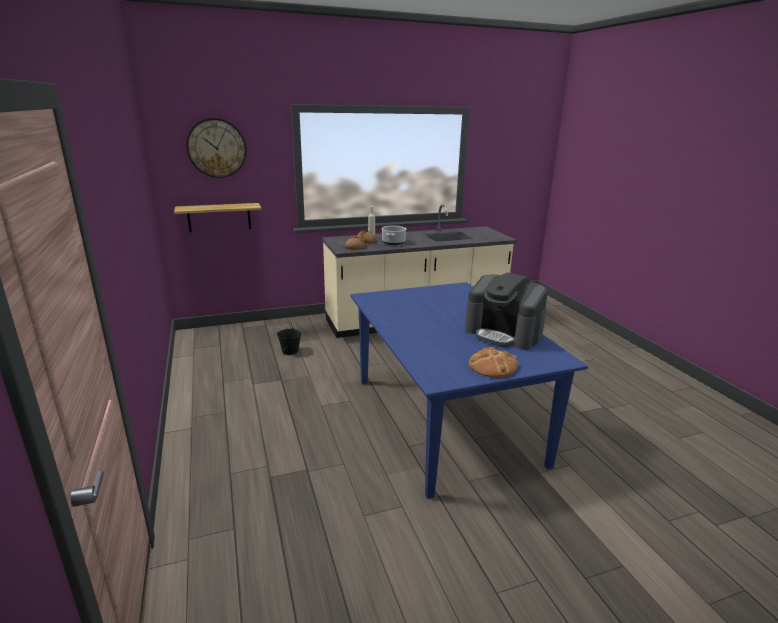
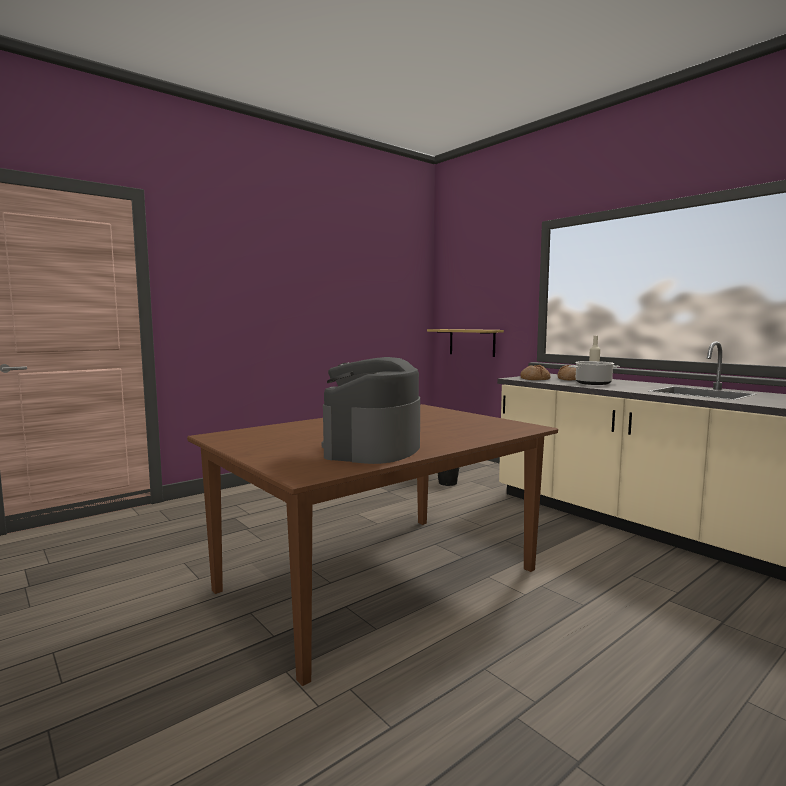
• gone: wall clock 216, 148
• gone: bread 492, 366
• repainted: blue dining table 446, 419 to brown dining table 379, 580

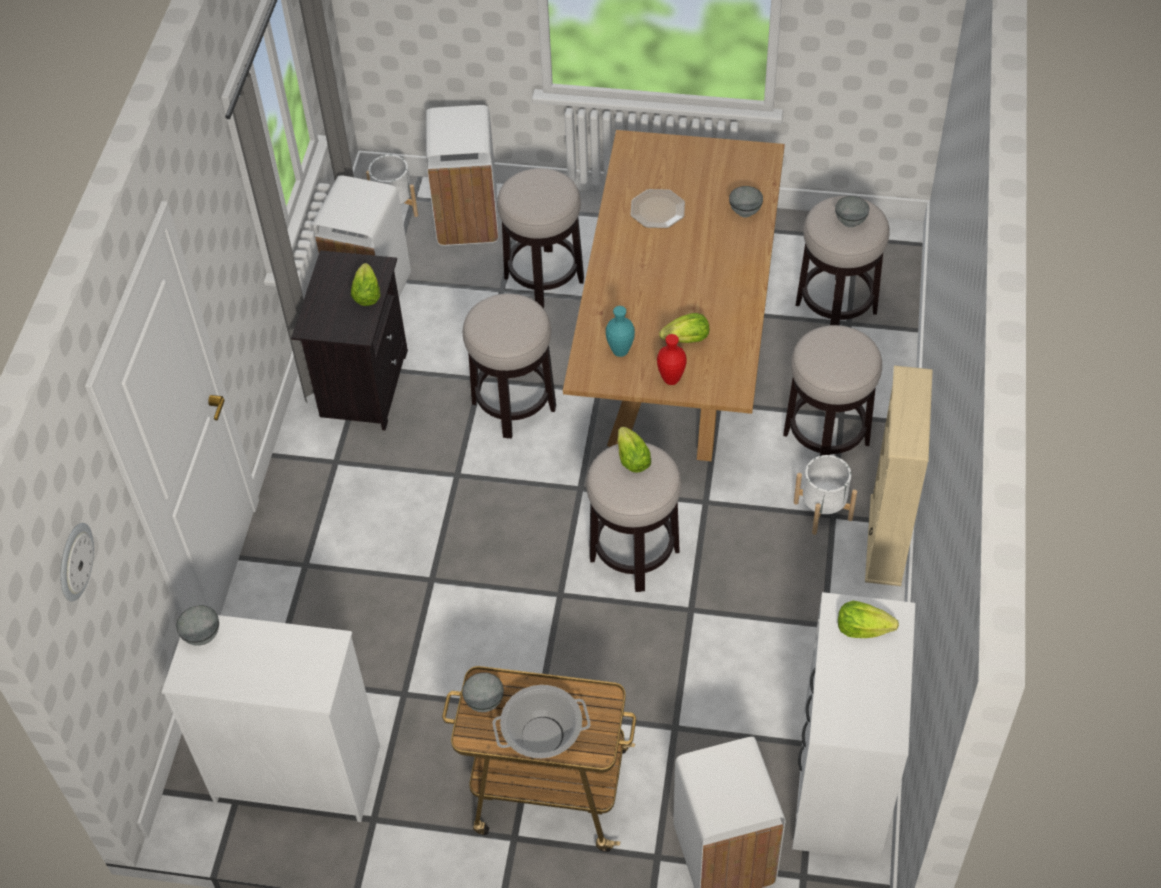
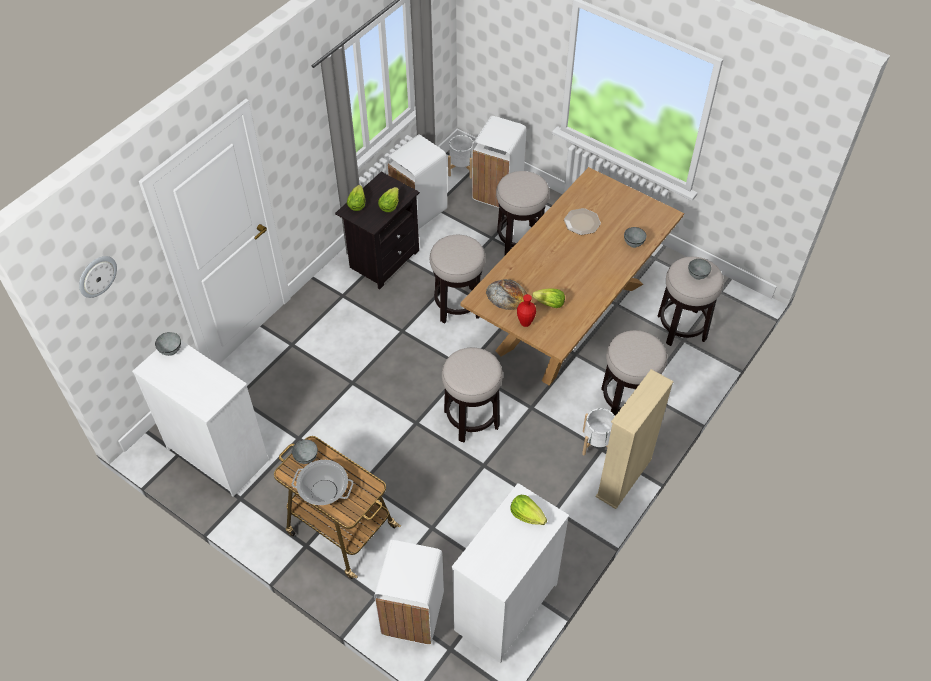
• shifted: lettuce 632, 460 to 357, 204
• swapped: turquoise vase 620, 351 to bread 507, 294

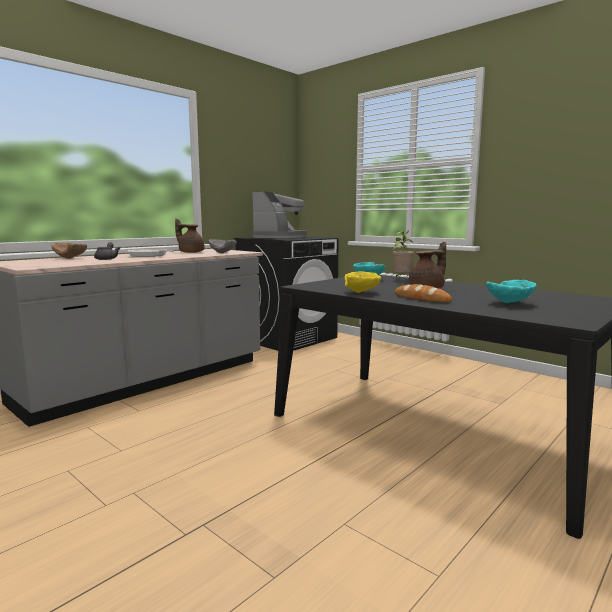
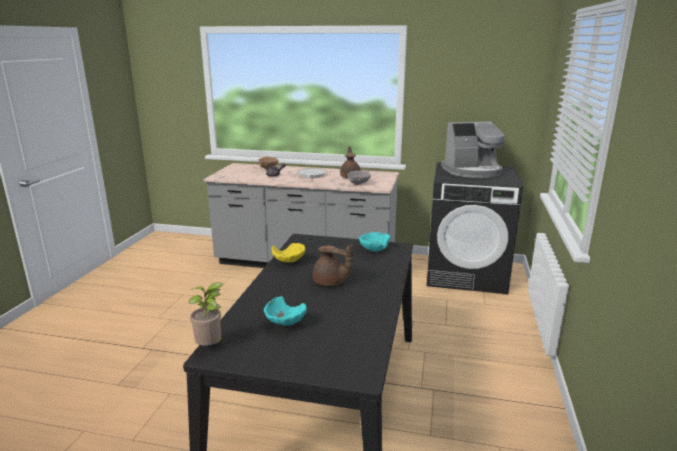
• gone: bread 421, 298
• shifted: potted plant 401, 279 to 211, 347

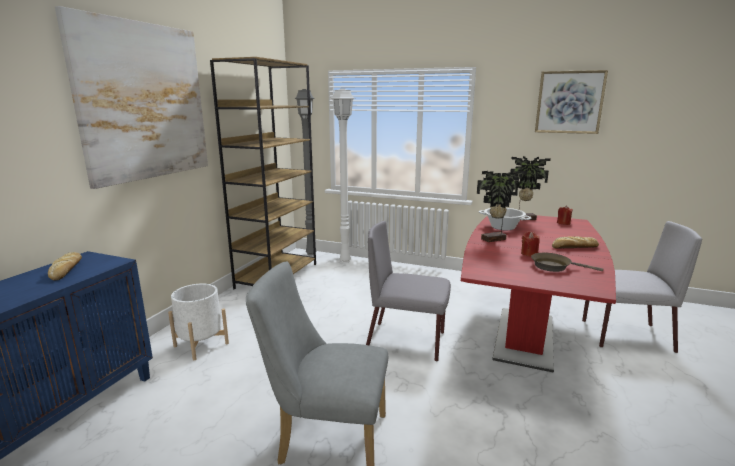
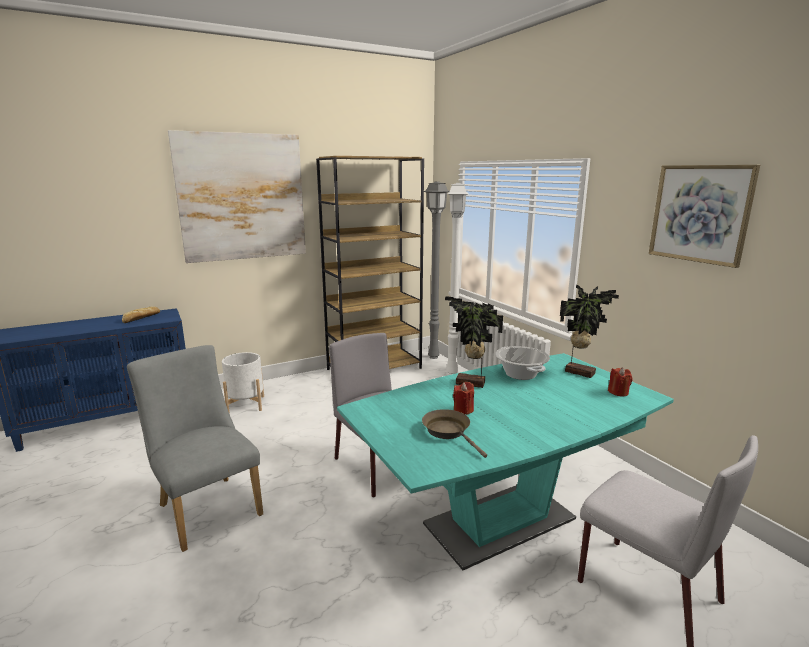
• gone: bread 574, 247
• repainted: red dining table 524, 337 to turquoise dining table 500, 522

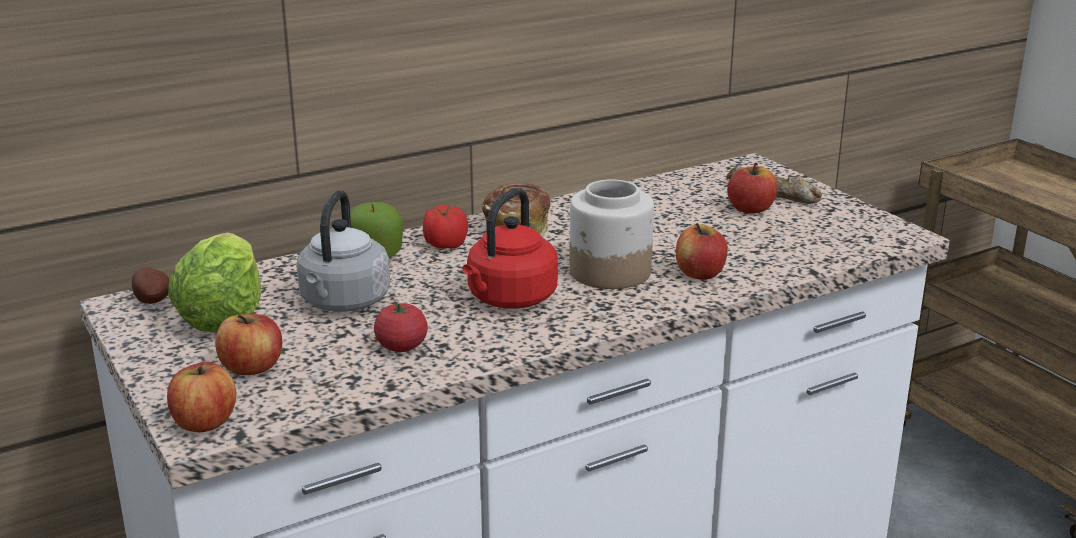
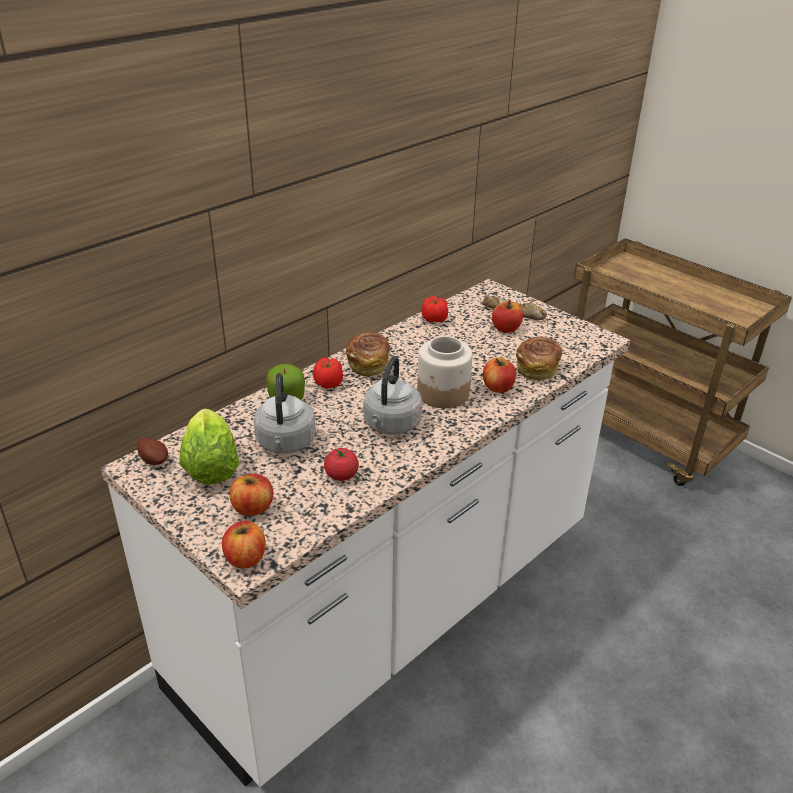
• new: tomato 434, 319
• new: bread 537, 368
• repainted: red kettle 509, 299 to grey kettle 391, 425

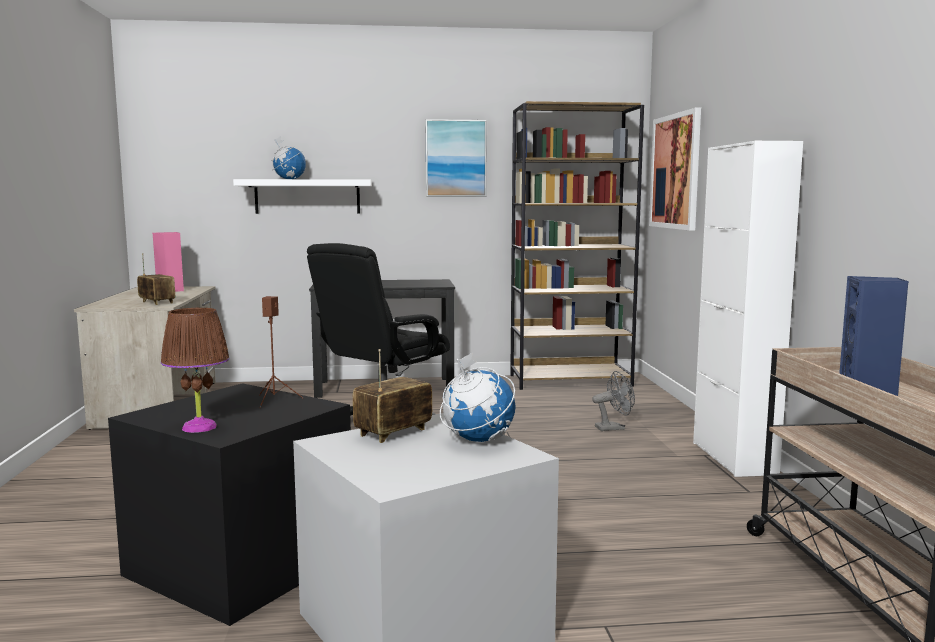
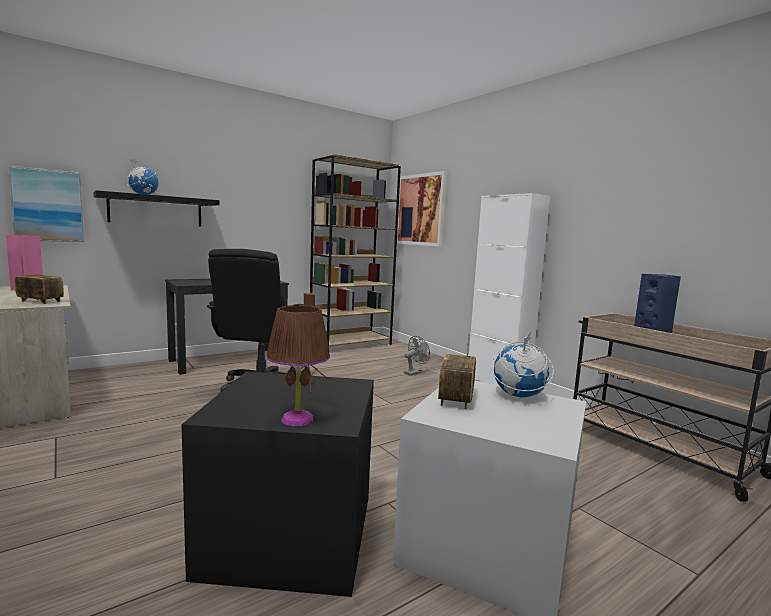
• shifted: picture 455, 158 to 48, 205
• repainted: white shelf 307, 197 to black shelf 156, 210

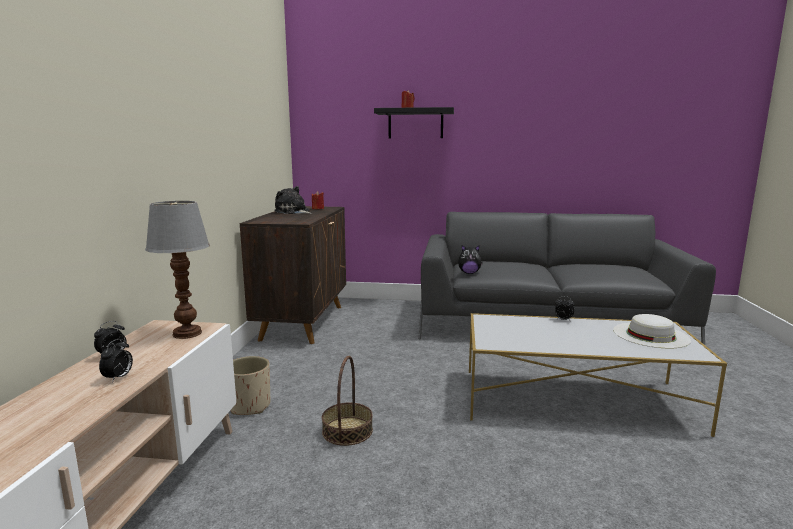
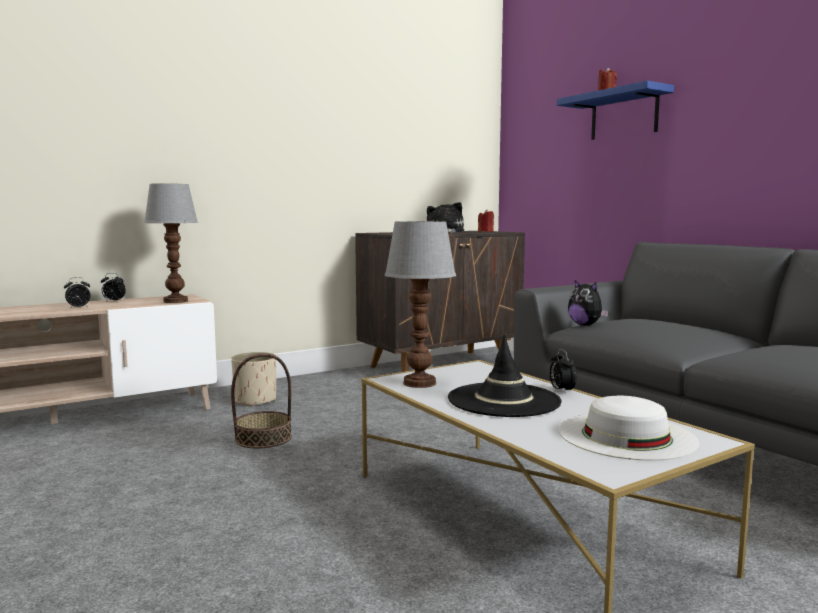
• new: table lamp 420, 383
• new: black hat 504, 400
• repainted: black shelf 415, 124 to blue shelf 624, 115

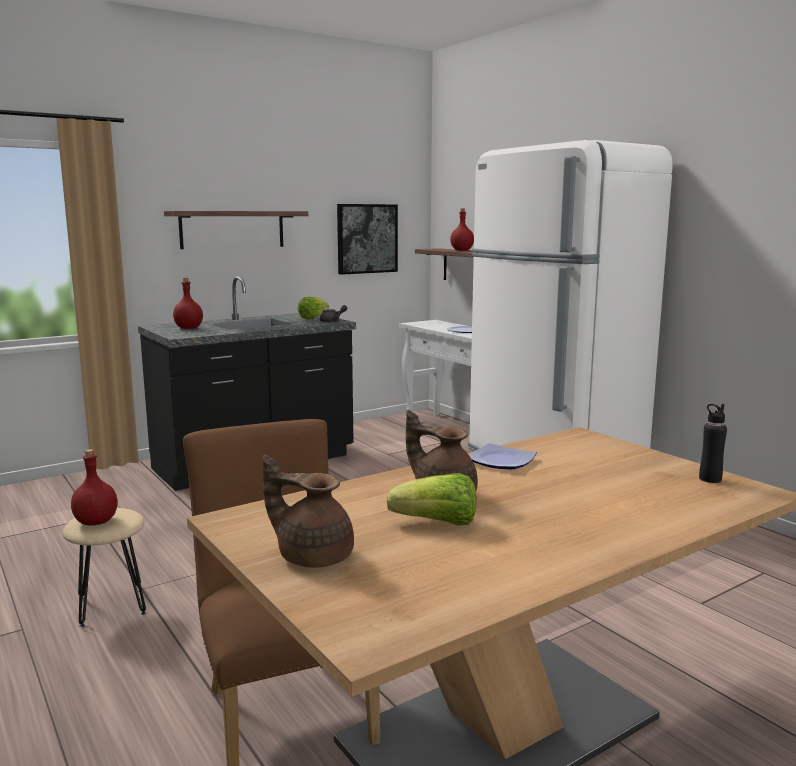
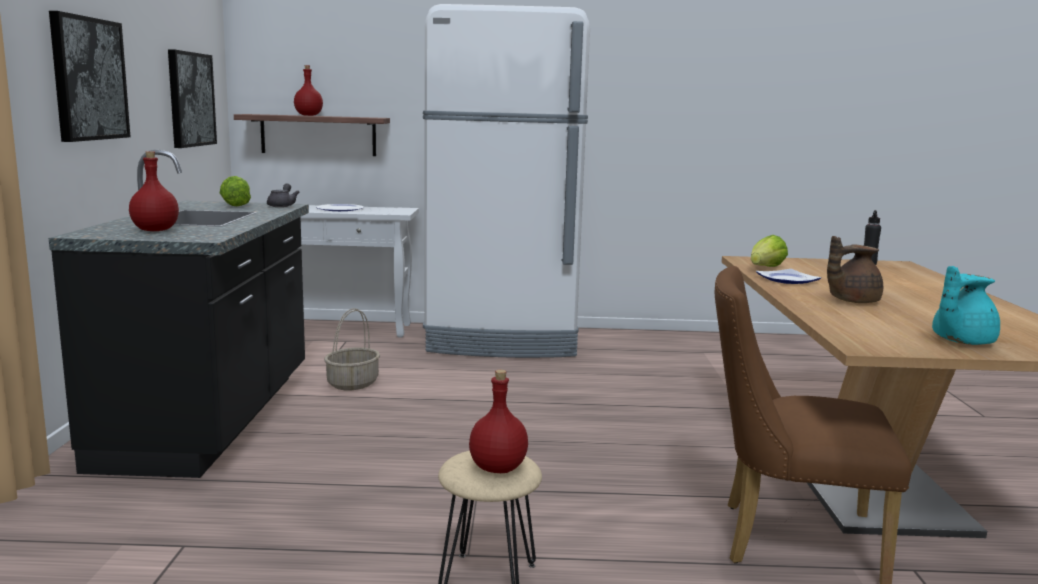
• new: basket 352, 383
• shifted: lettuce 437, 523 to 766, 268
• swapped: shelf 232, 229 to picture 88, 79
• repainted: brown teapot 313, 555 to turquoise teapot 960, 341

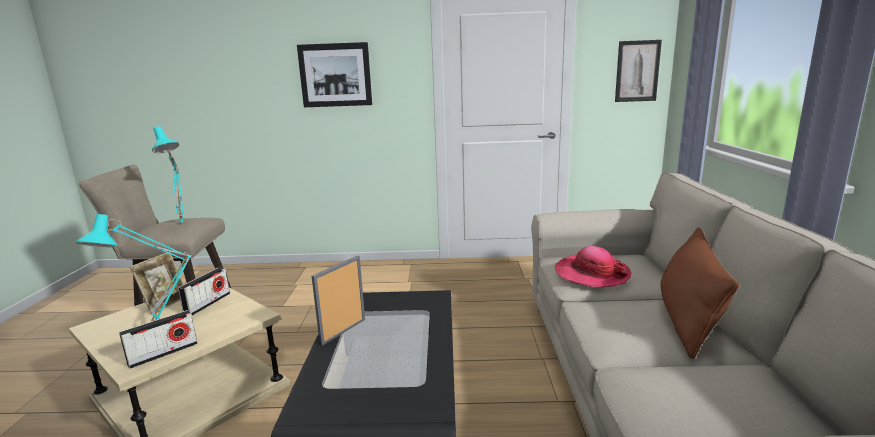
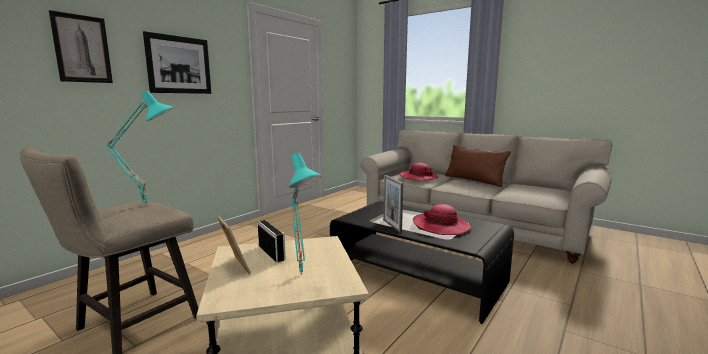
• gone: radio 163, 353
• new: hat 441, 226
• shifted: picture 637, 71 to 82, 49

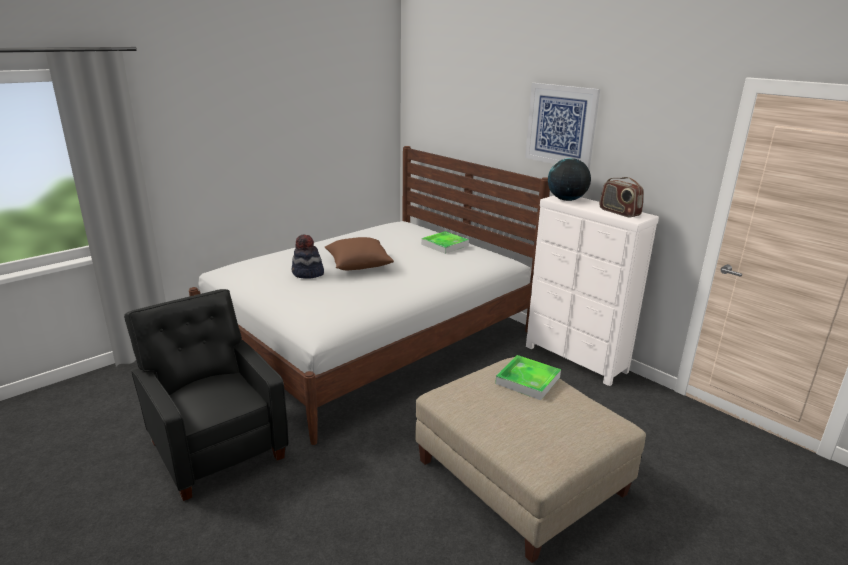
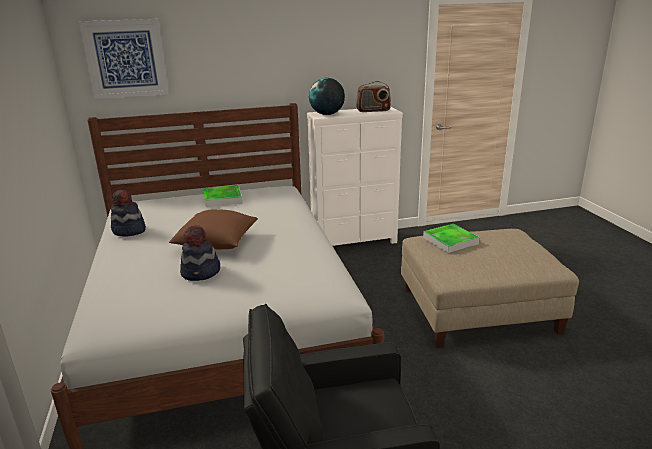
• new: hat 129, 231
• shifted: picture 561, 125 to 126, 59

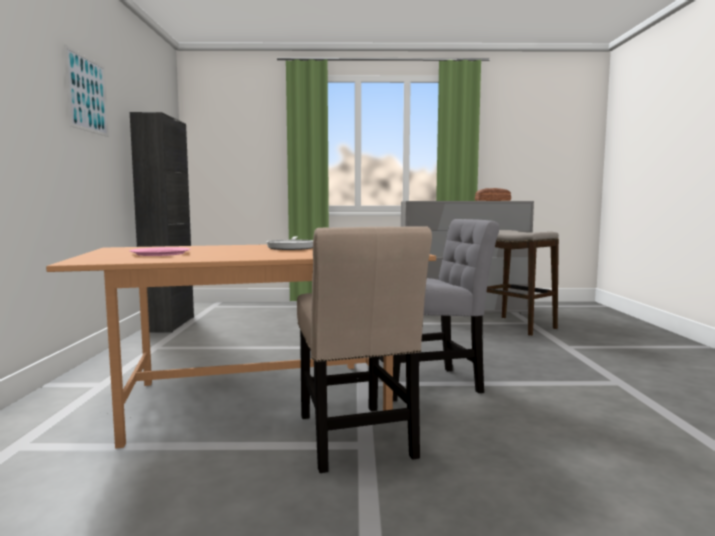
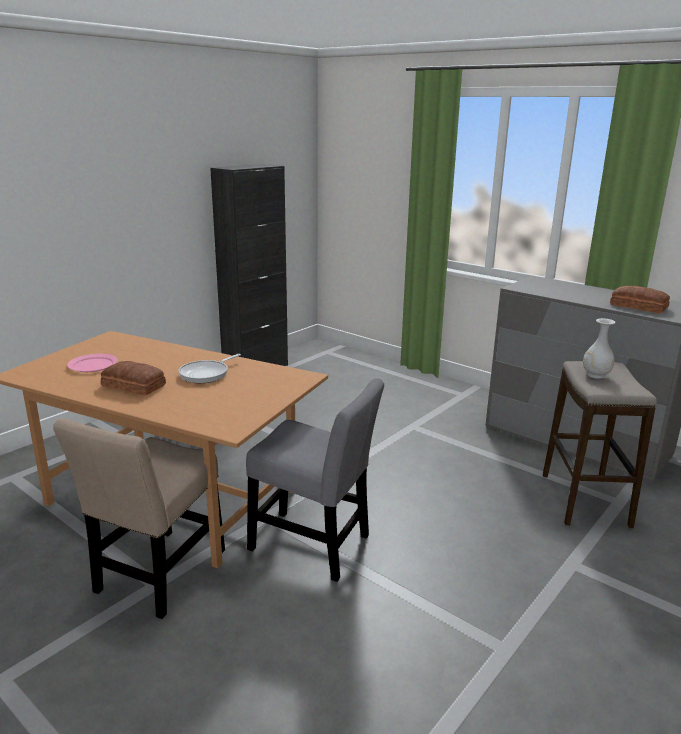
• gone: picture 87, 94
• new: bread 133, 386
• new: white vase 596, 375

